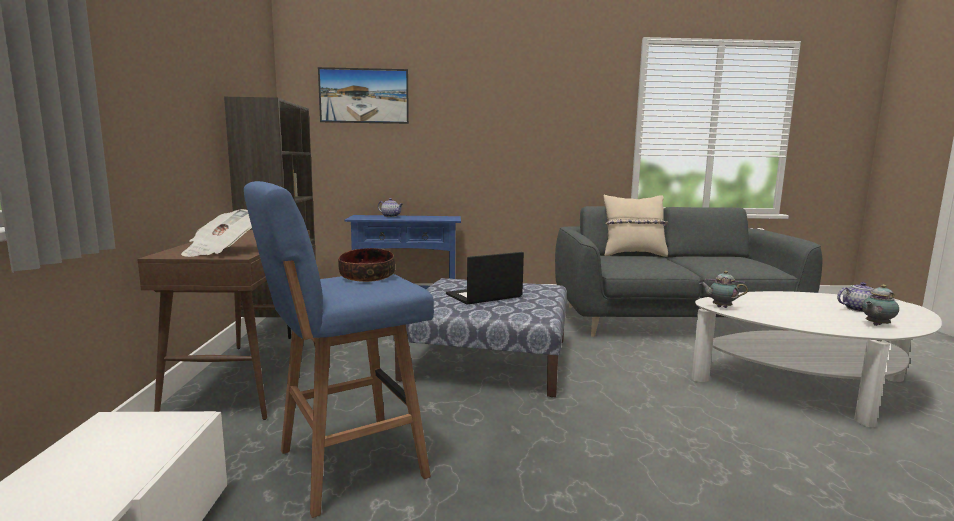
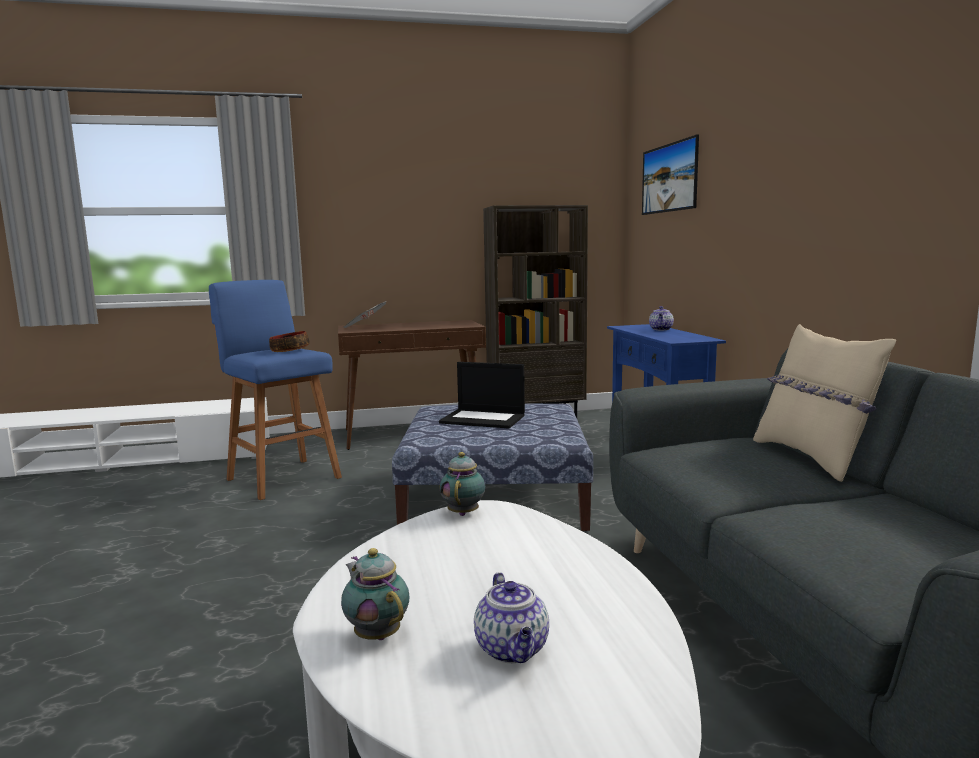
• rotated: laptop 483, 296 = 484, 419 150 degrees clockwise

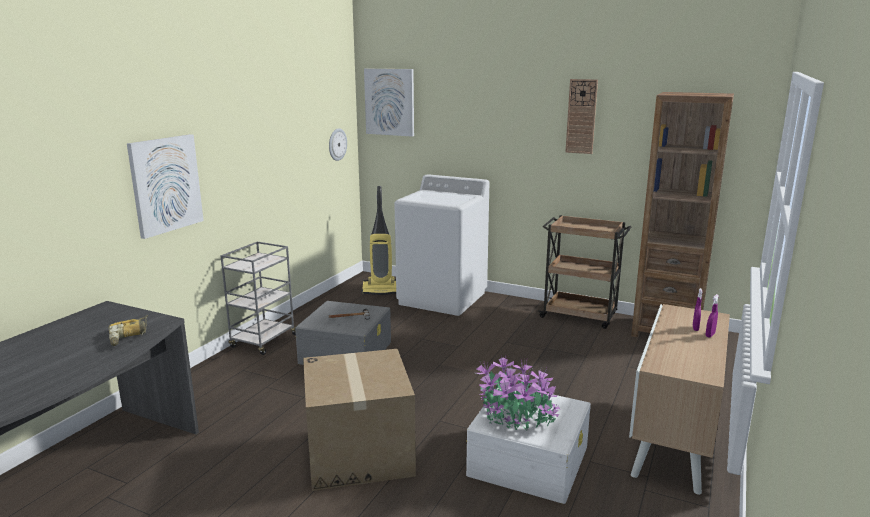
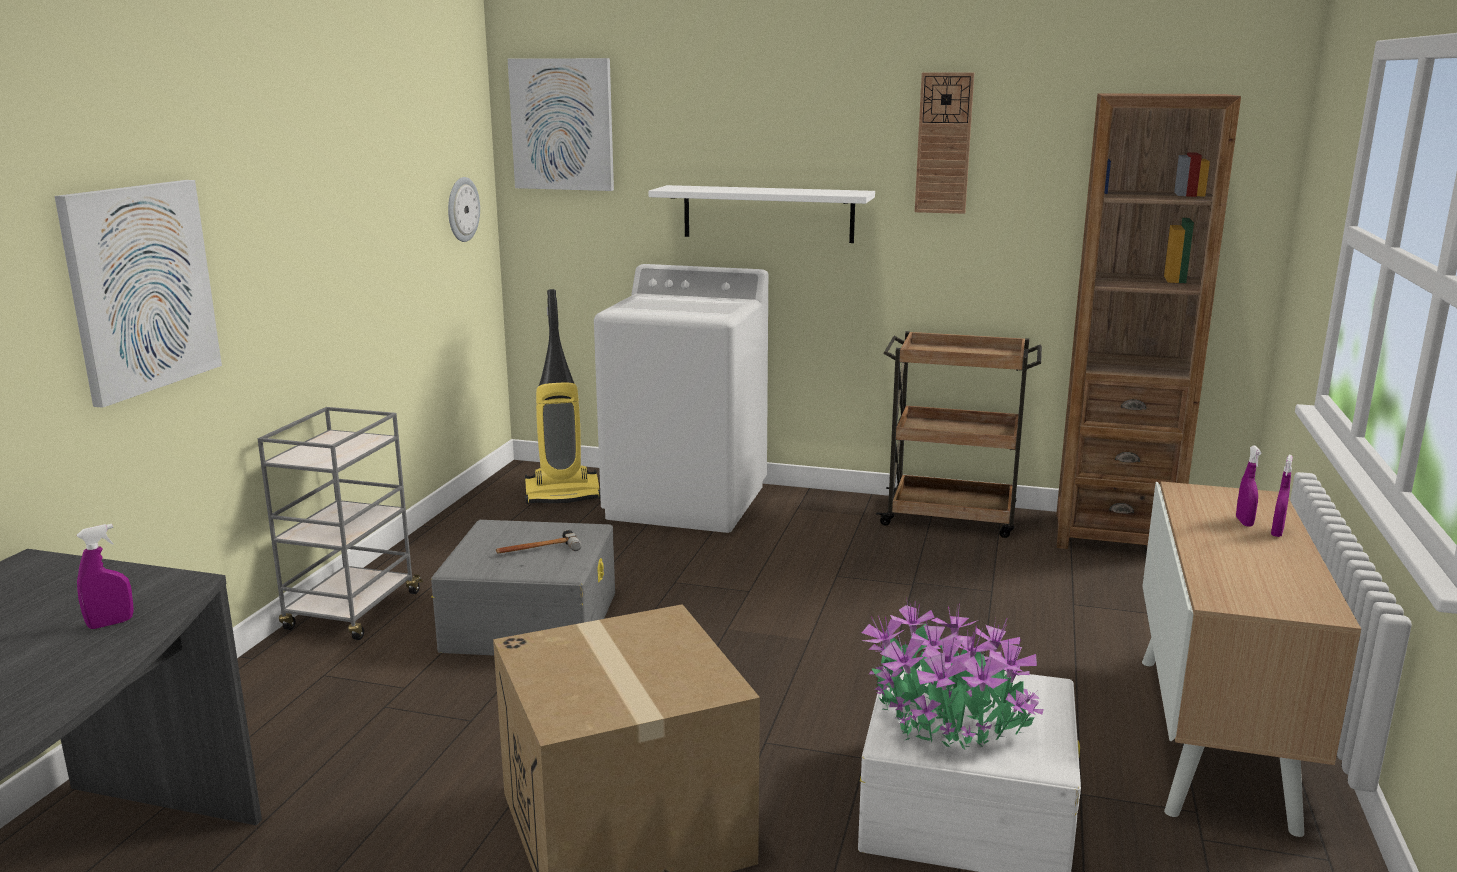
• new: white shelf 768, 213
• swapped: power drill 130, 336 to purple spray bottle 110, 623

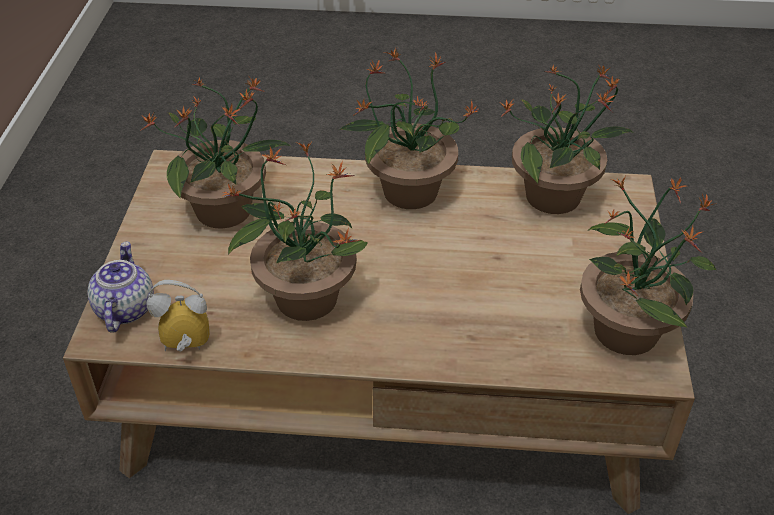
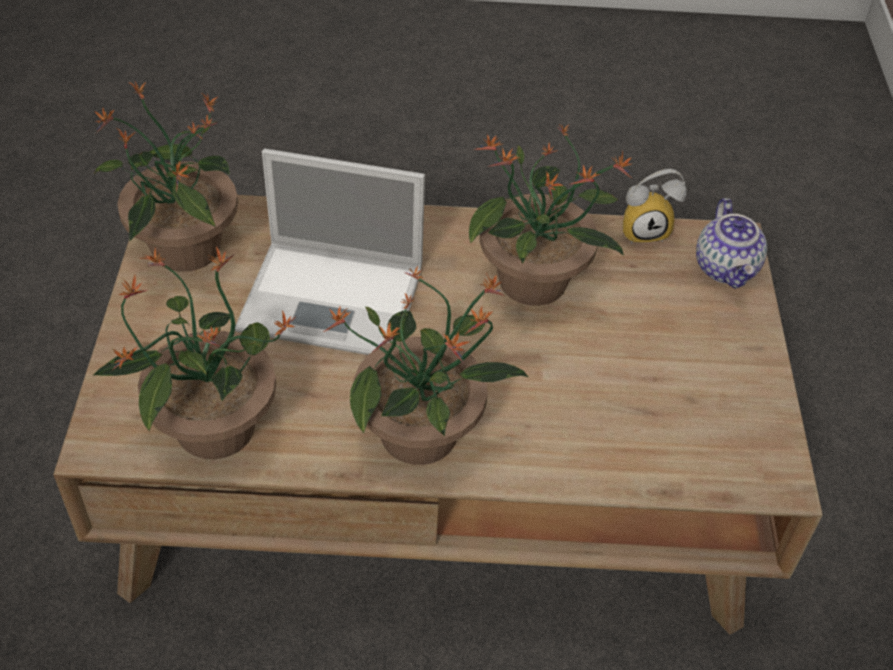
• gone: potted plant 226, 210
• new: laptop 335, 299

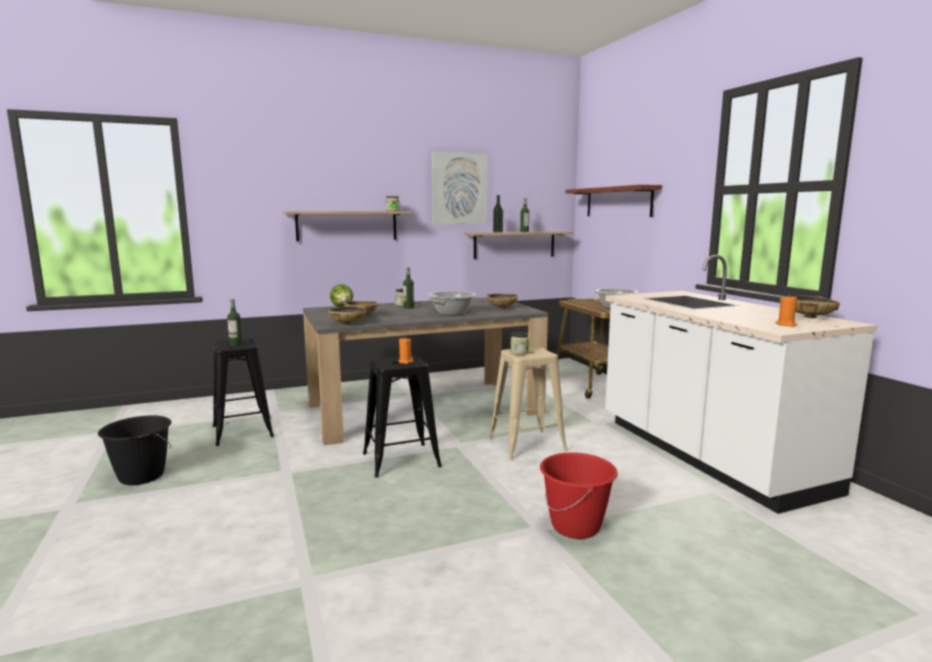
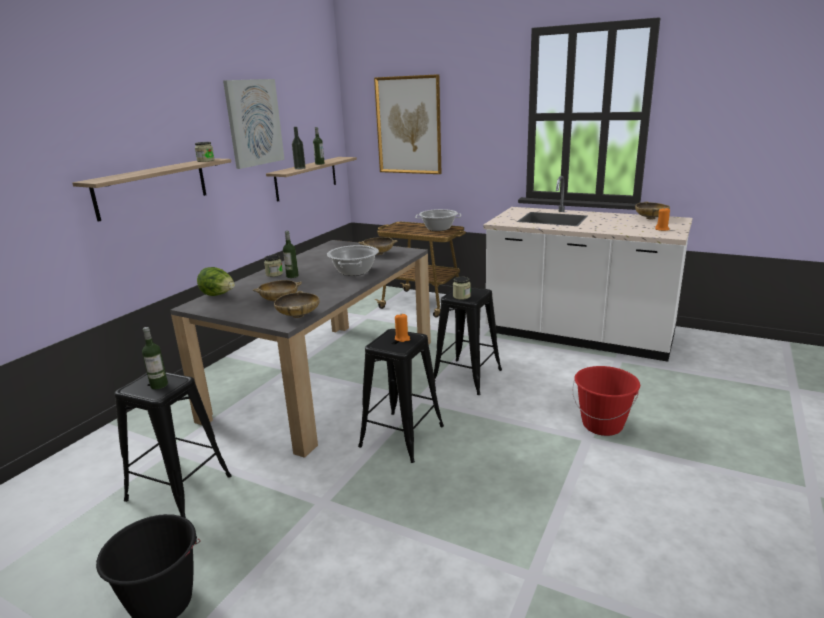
• swapped: shelf 618, 202 to picture 409, 125
• repainted: beige stool 527, 445 to black stool 467, 376

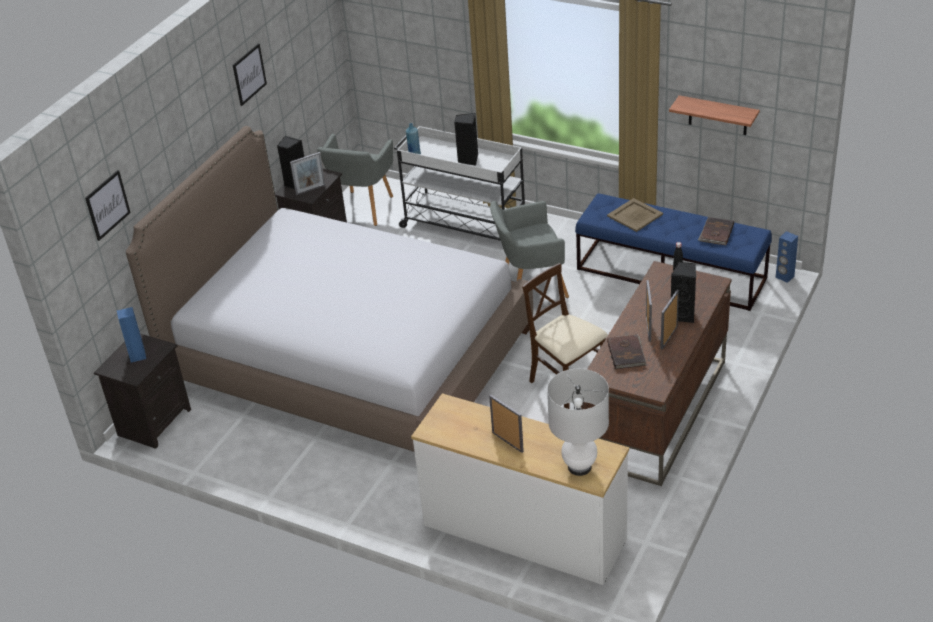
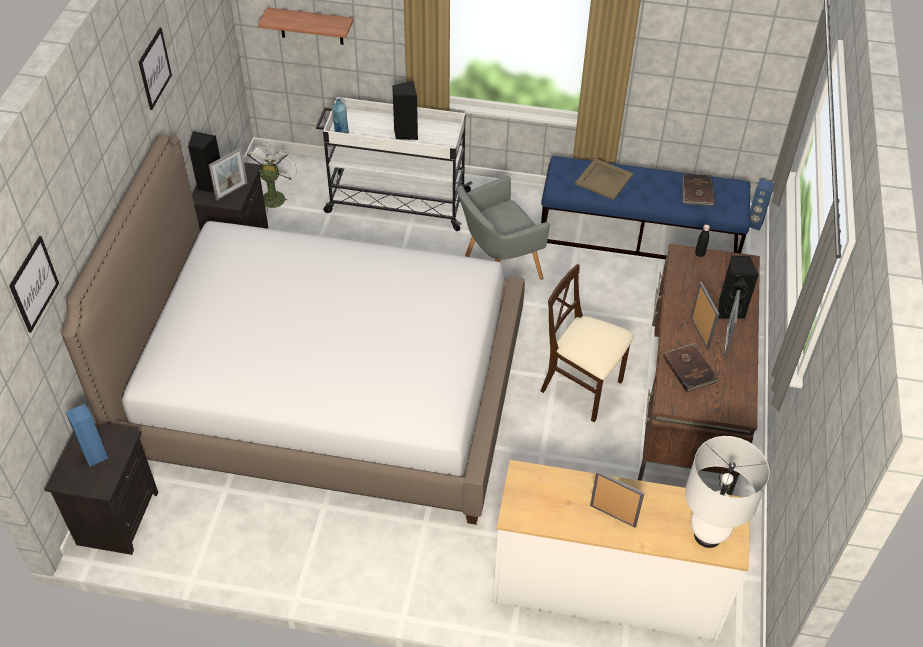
• shifted: shelf 718, 115 to 311, 26
• swapped: grey armchair 361, 210 to white fan 272, 196

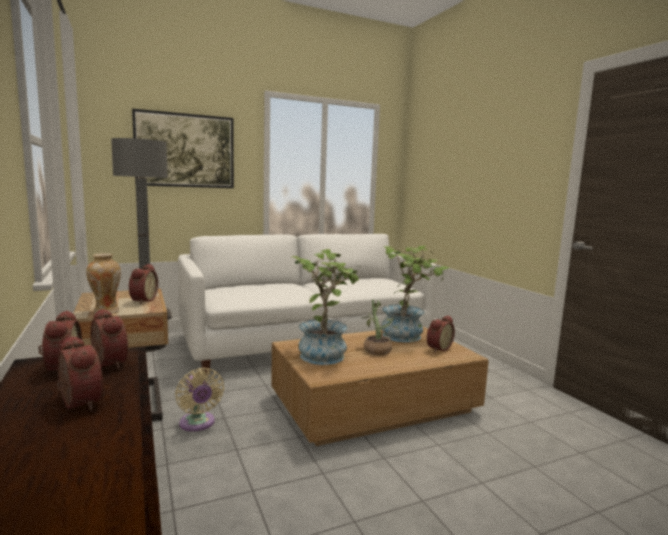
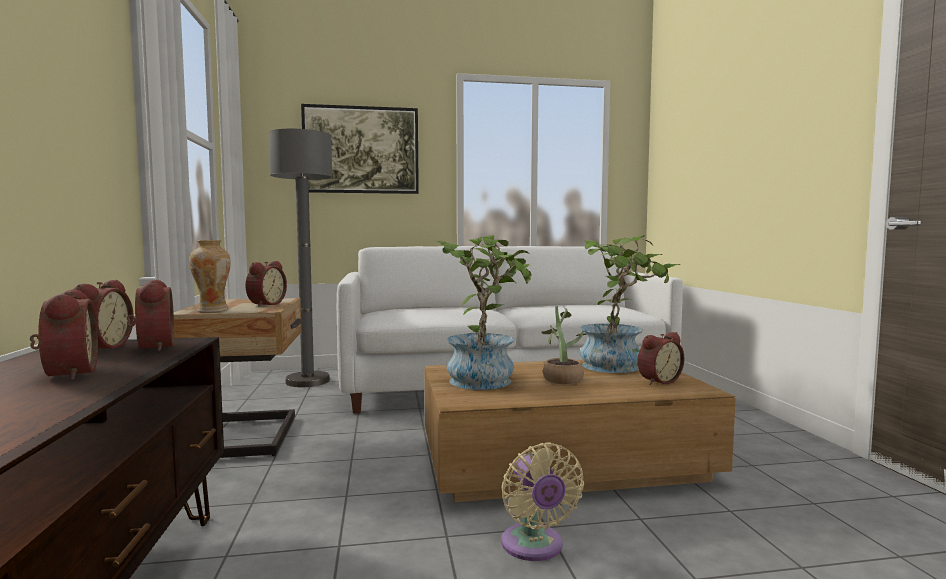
• shifted: beige fan 198, 424 to 534, 547

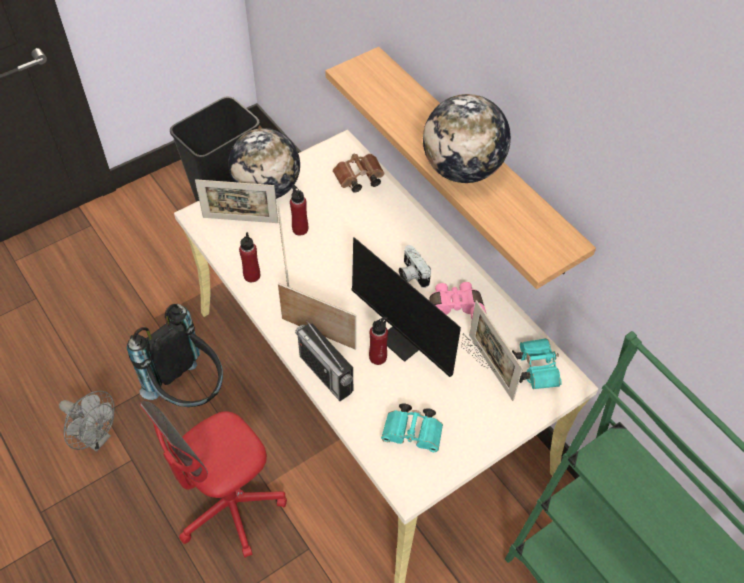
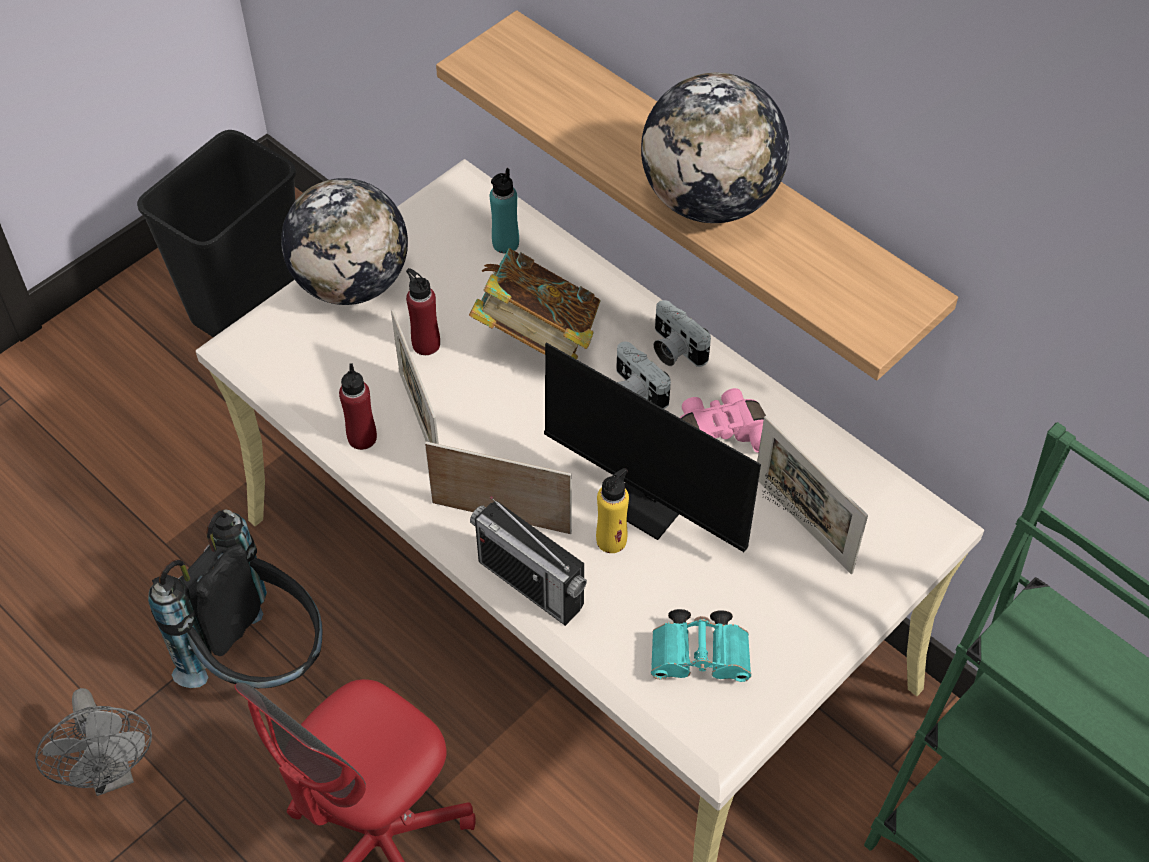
• gone: picture frame 240, 220
• gone: turquoise binoculars 534, 367
• new: book 537, 339
• new: photo camera 674, 349
• swapped: brown binoculars 358, 180 to turquoise bottle 505, 243
• repainted: red bottle 378, 357 to yellow bottle 611, 540
• rotated: grey fan 96, 438 = 112, 772 45 degrees clockwise

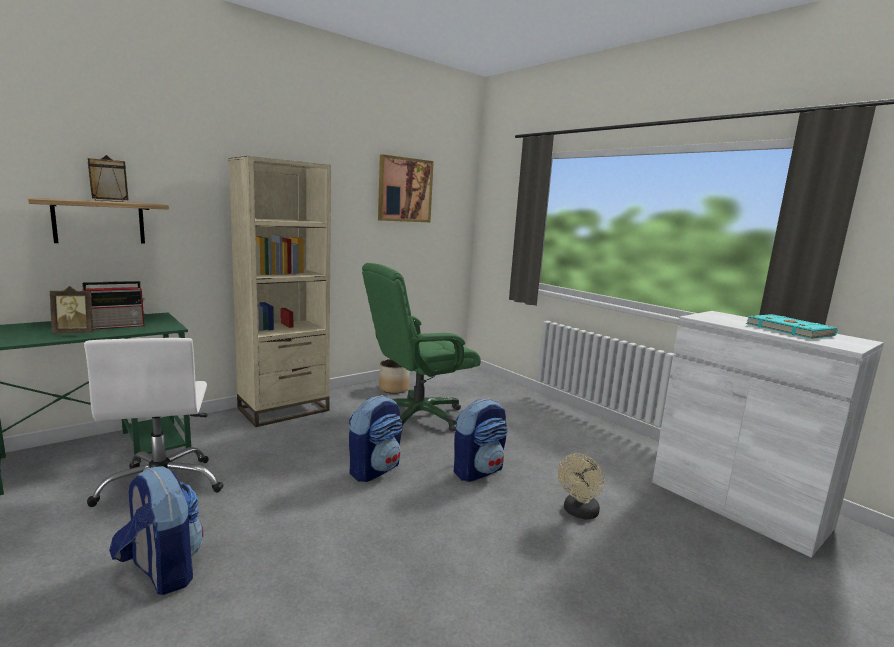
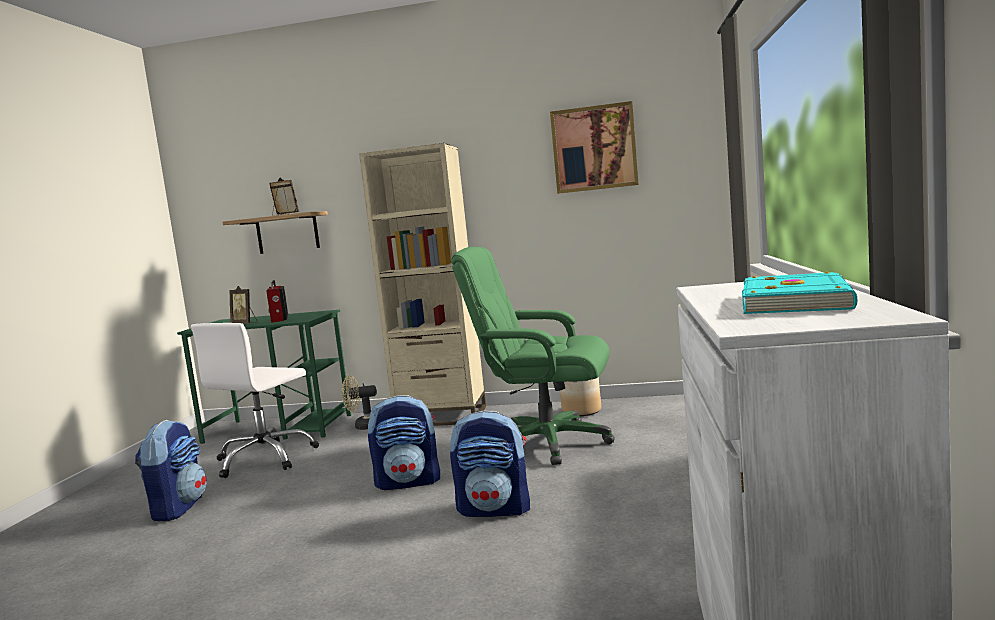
• shifted: beige fan 579, 513 to 364, 426
• rotated: radio 117, 326 = 279, 319 60 degrees clockwise

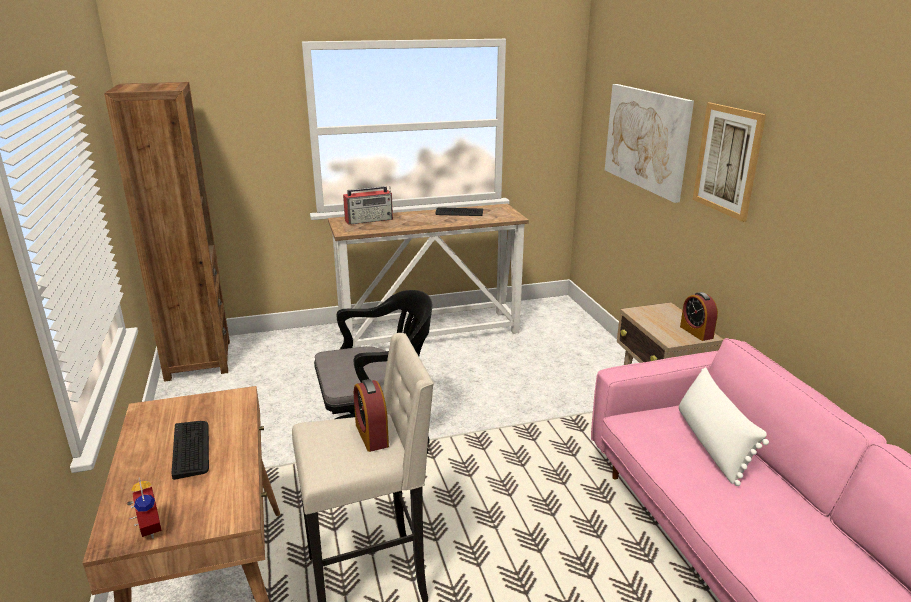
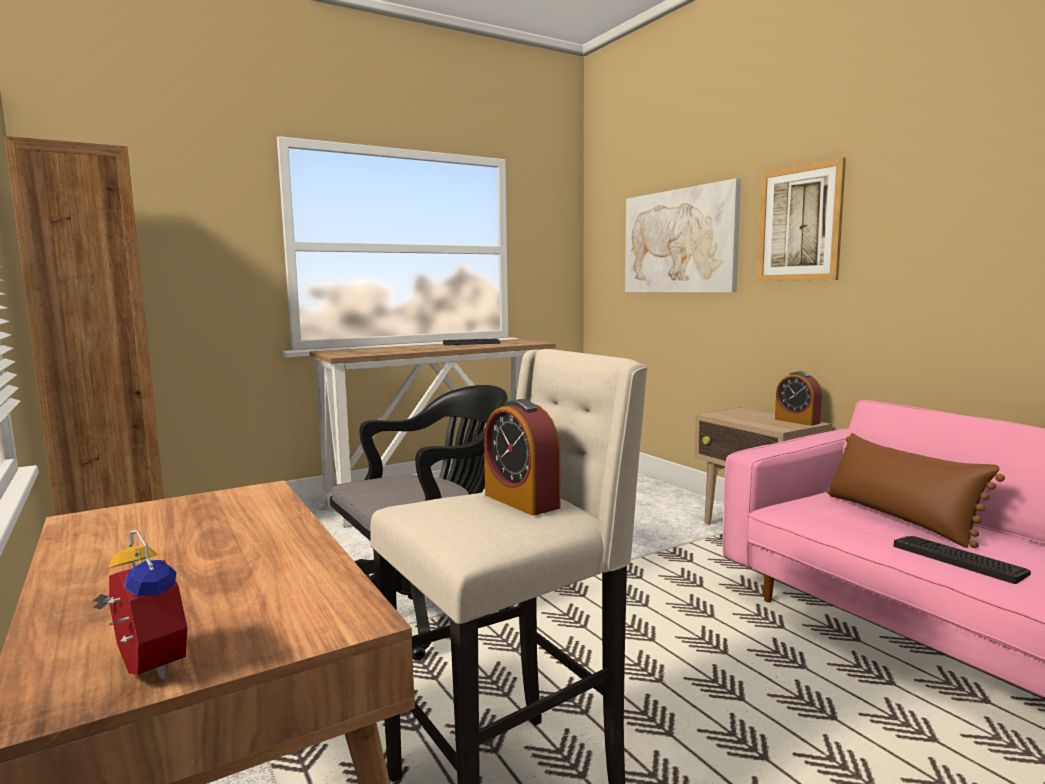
• gone: radio 369, 220
• shifted: keyboard 191, 449 to 959, 559
• repainted: white pillow 712, 444 to brown pillow 898, 518

